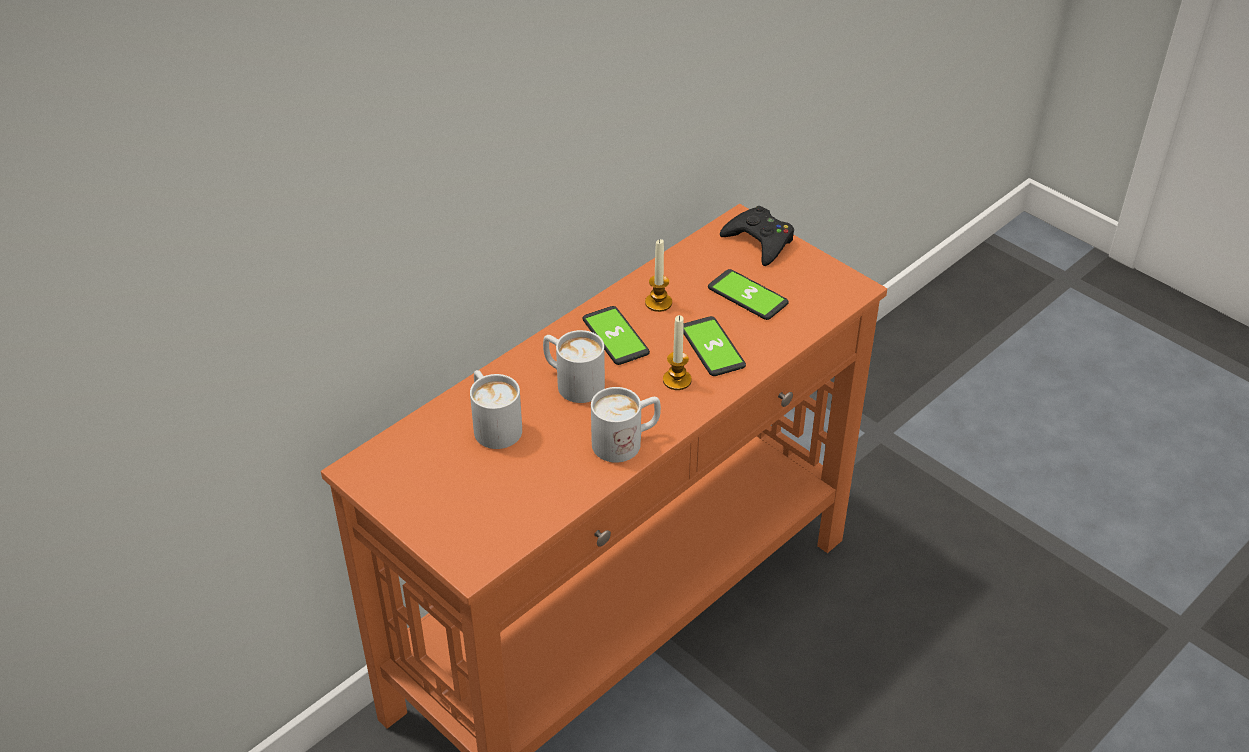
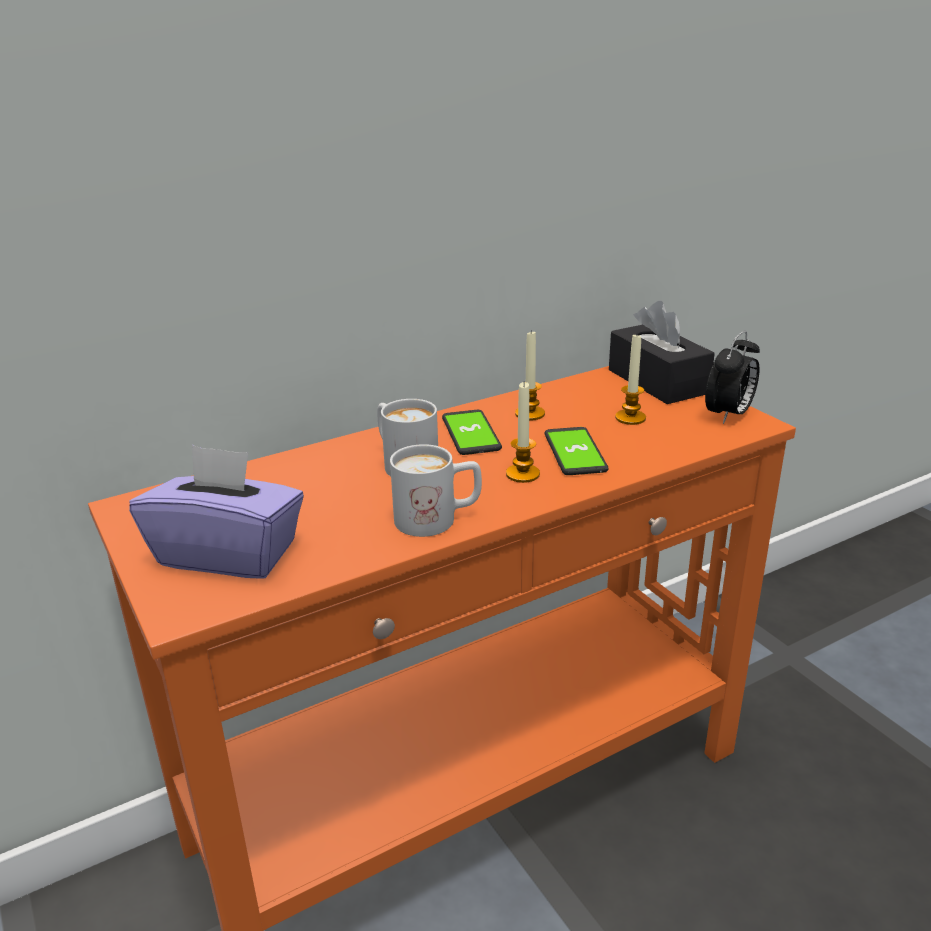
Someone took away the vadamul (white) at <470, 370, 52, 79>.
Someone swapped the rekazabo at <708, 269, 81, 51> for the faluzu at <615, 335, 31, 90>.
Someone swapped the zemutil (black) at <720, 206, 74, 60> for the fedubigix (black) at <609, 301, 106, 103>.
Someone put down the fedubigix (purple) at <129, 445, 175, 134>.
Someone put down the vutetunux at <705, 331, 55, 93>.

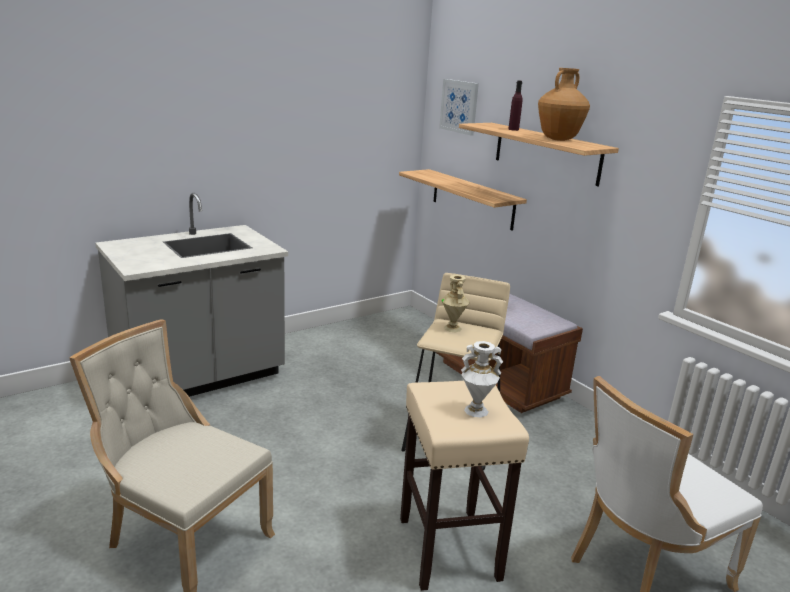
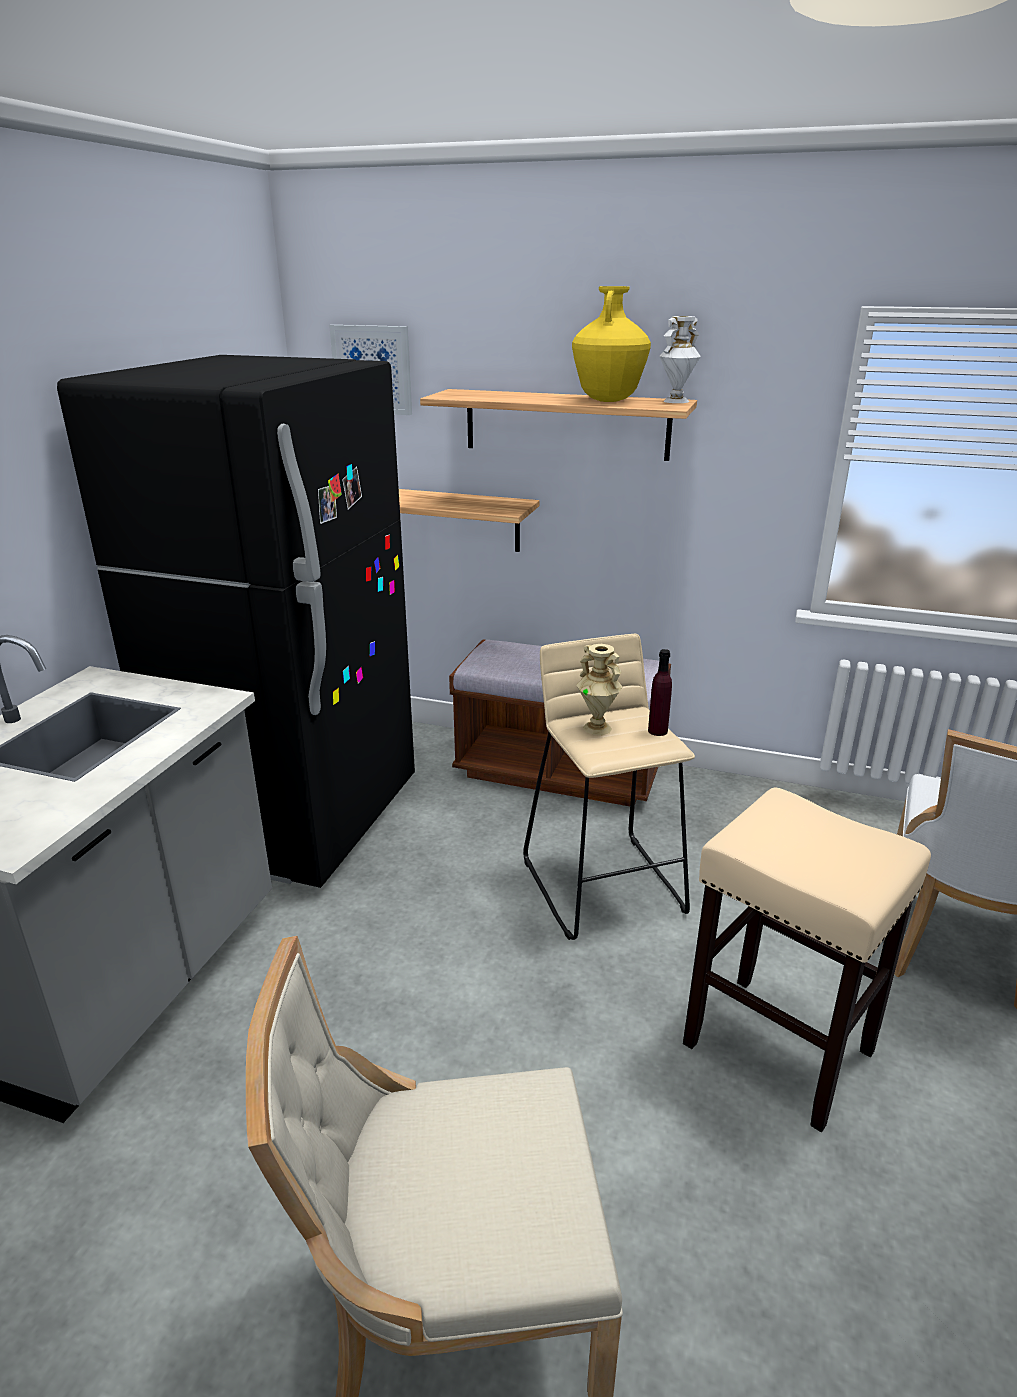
Someone carried the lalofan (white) from <461, 341, 42, 76> to <659, 316, 42, 87>.
Someone carried the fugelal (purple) from <508, 80, 15, 51> to <648, 649, 24, 87>.
Someone repainted the lalofan (brown) at <538, 68, 52, 73>, which became the lalofan (yellow) at <572, 286, 79, 116>.
Someone put down the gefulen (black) at <57, 355, 358, 533>.

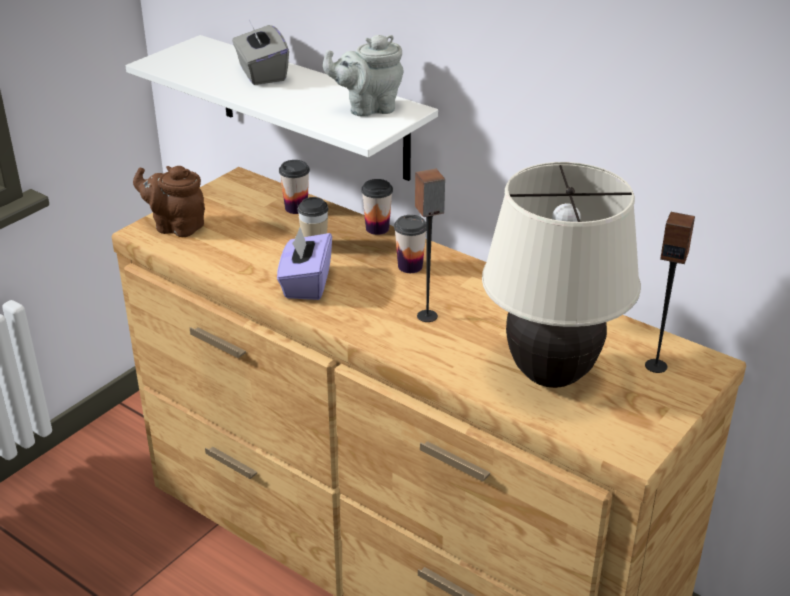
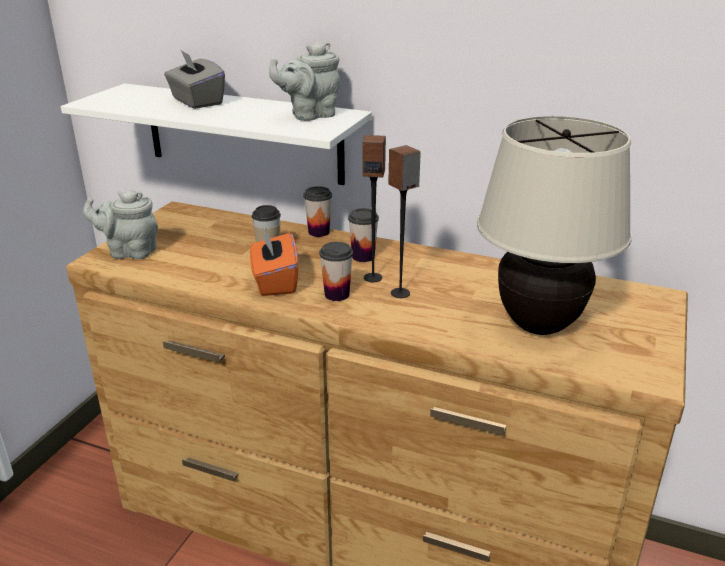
Someone repainted the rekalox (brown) at <133, 166, 72, 71>, which became the rekalox (grey) at <83, 190, 75, 70>.
Someone repainted the fedubigix (purple) at <277, 227, 55, 73>, which became the fedubigix (orange) at <250, 228, 48, 68>.
Someone carried the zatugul from <279, 160, 31, 54> to <319, 242, 34, 59>.
Someone carried the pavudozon from <645, 212, 50, 161> to <362, 135, 24, 147>.

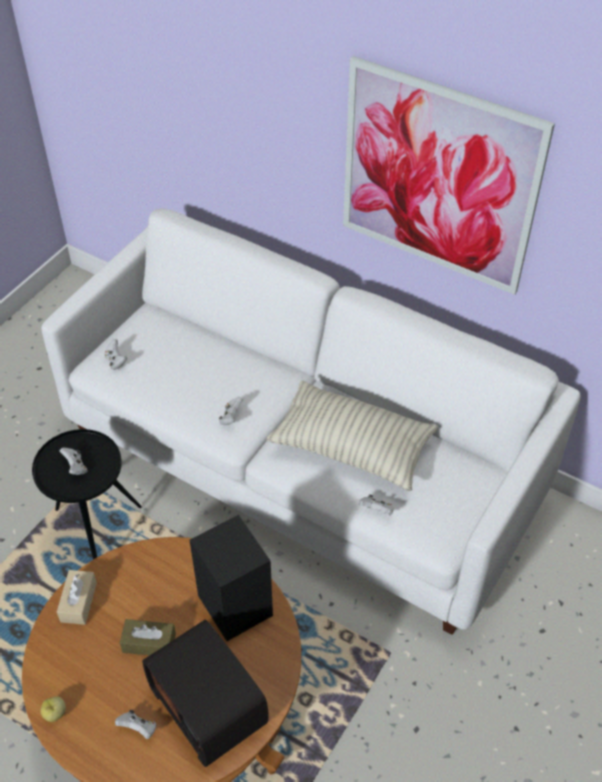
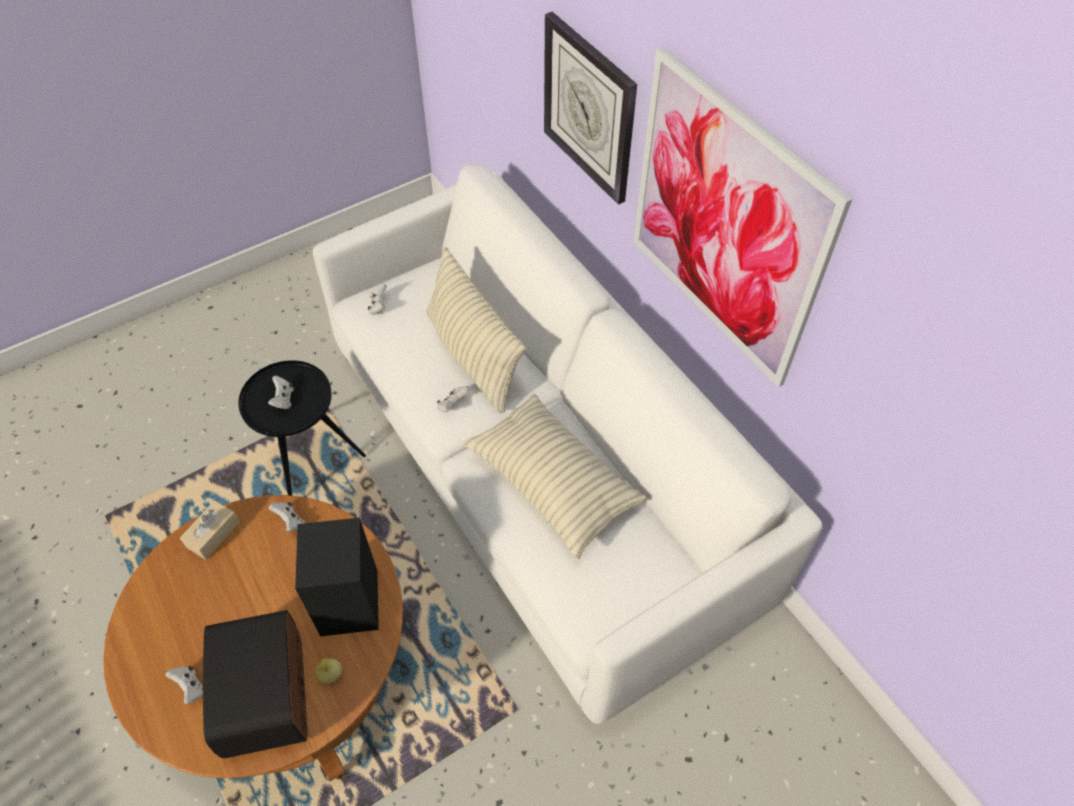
Someone carried the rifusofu from <41, 696, 25, 26> to <315, 658, 27, 26>.
Someone took away the fedubigix (brown) at <120, 619, 56, 37>.
Someone carried the zemutil (white) from <359, 494, 35, 21> to <269, 502, 36, 30>.
Someone put down the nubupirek at <426, 247, 100, 166>.
Someone put up the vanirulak at <544, 12, 93, 193>.

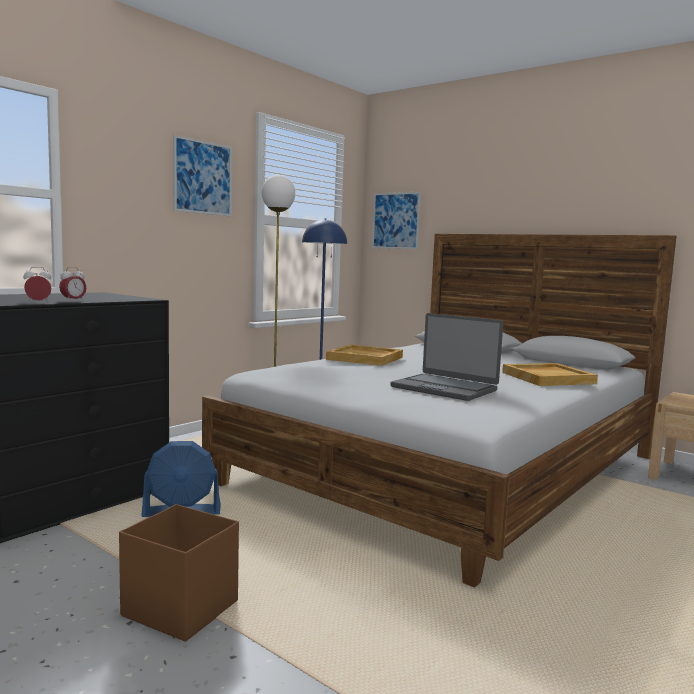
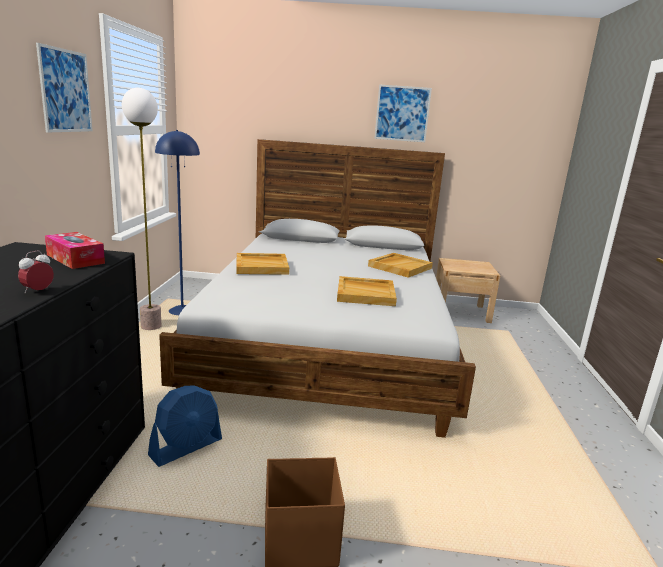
Someone took away the vutetunux at <59, 267, 28, 35>.
Someone carried the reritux from <372, 192, 49, 57> to <374, 84, 58, 58>.
Someone swapped the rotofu at <391, 313, 112, 88> for the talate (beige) at <337, 276, 60, 30>.
Someone put down the fedubigix at <45, 232, 60, 37>.

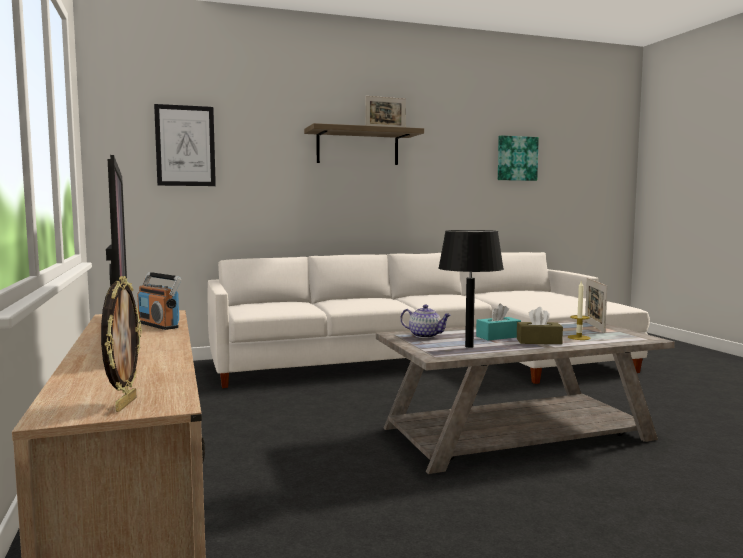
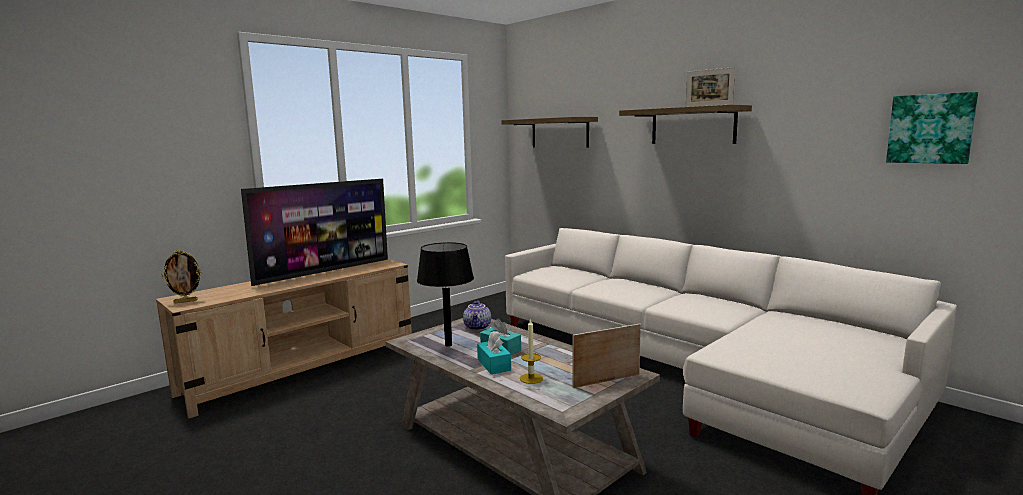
Someone took away the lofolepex at <137, 272, 45, 58>.
Someone swapped the reritux at <154, 104, 62, 82> for the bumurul at <501, 117, 97, 31>.
Someone repainted the fedubigix (brown) at <517, 307, 46, 37>, which became the fedubigix (turquoise) at <477, 332, 34, 42>.

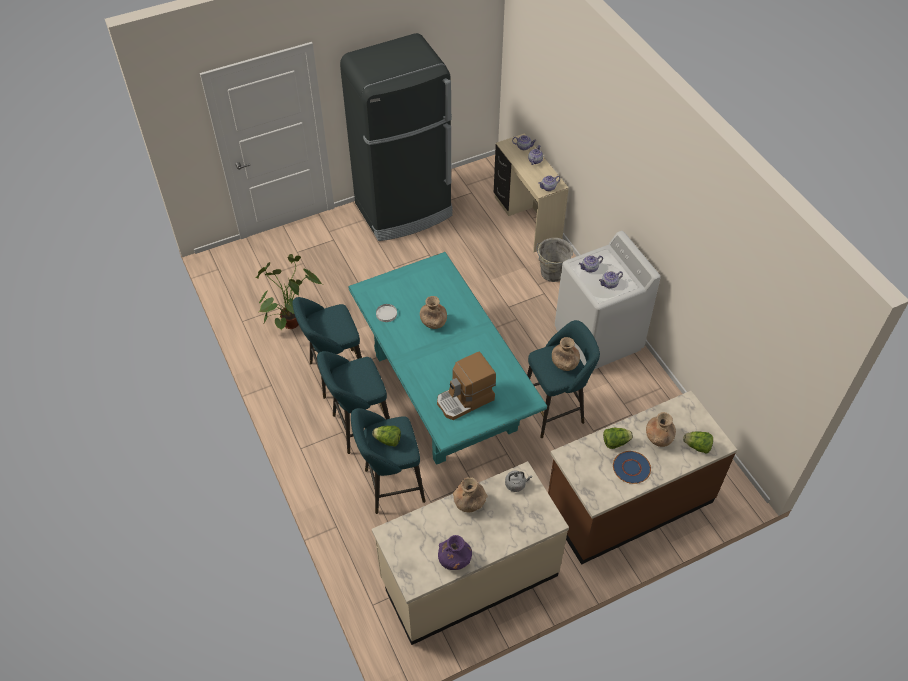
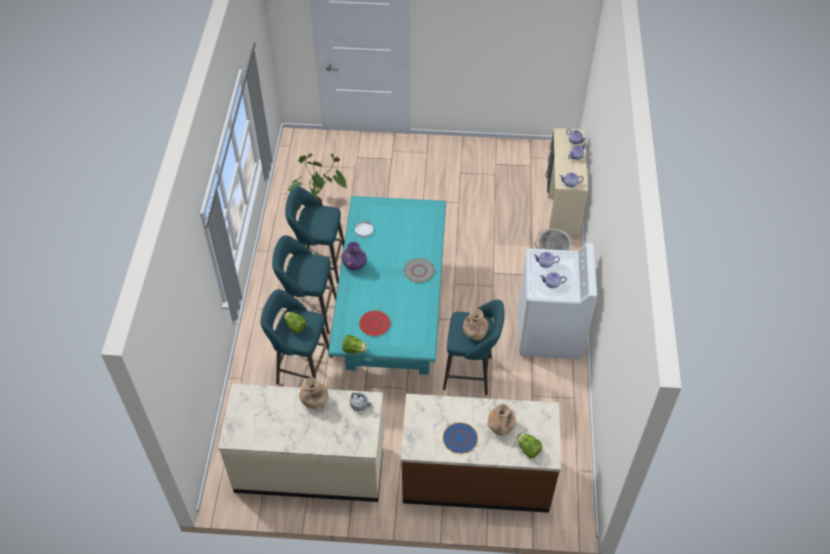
Someone took away the gefulen (black) at <340, 33, 112, 208>.
Someone took away the lalofan (brown) at <420, 296, 27, 33>.
Someone swapped the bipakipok at <437, 352, 59, 68> for the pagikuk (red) at <359, 310, 32, 26>.
Someone carried the lalofan (purple) from <438, 535, 34, 35> to <341, 242, 26, 28>.
Someone carried the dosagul from <603, 428, 30, 21> to <342, 335, 25, 19>.
Someone put down the pagikuk (grey) at <404, 258, 30, 24>.

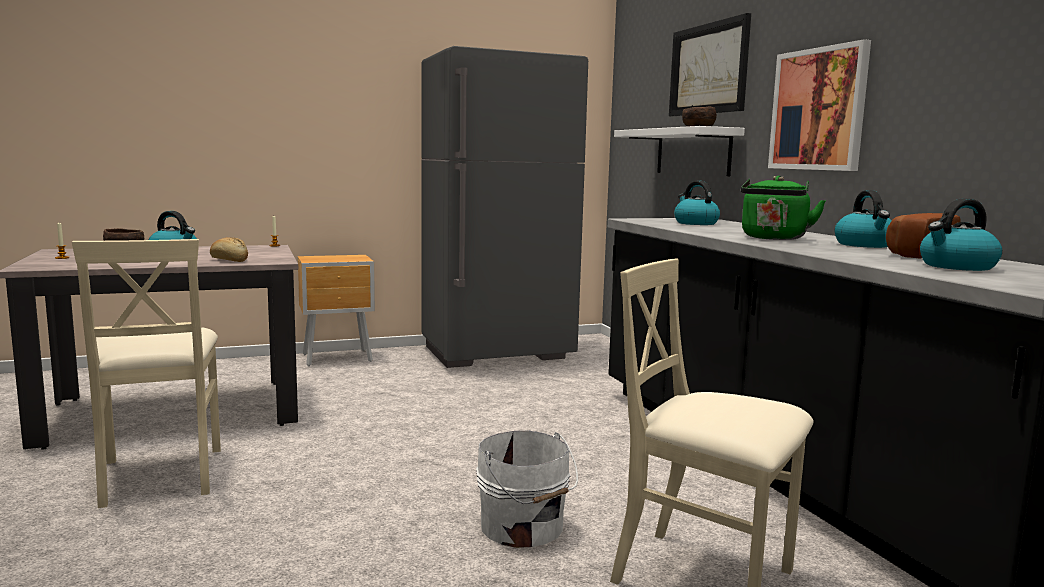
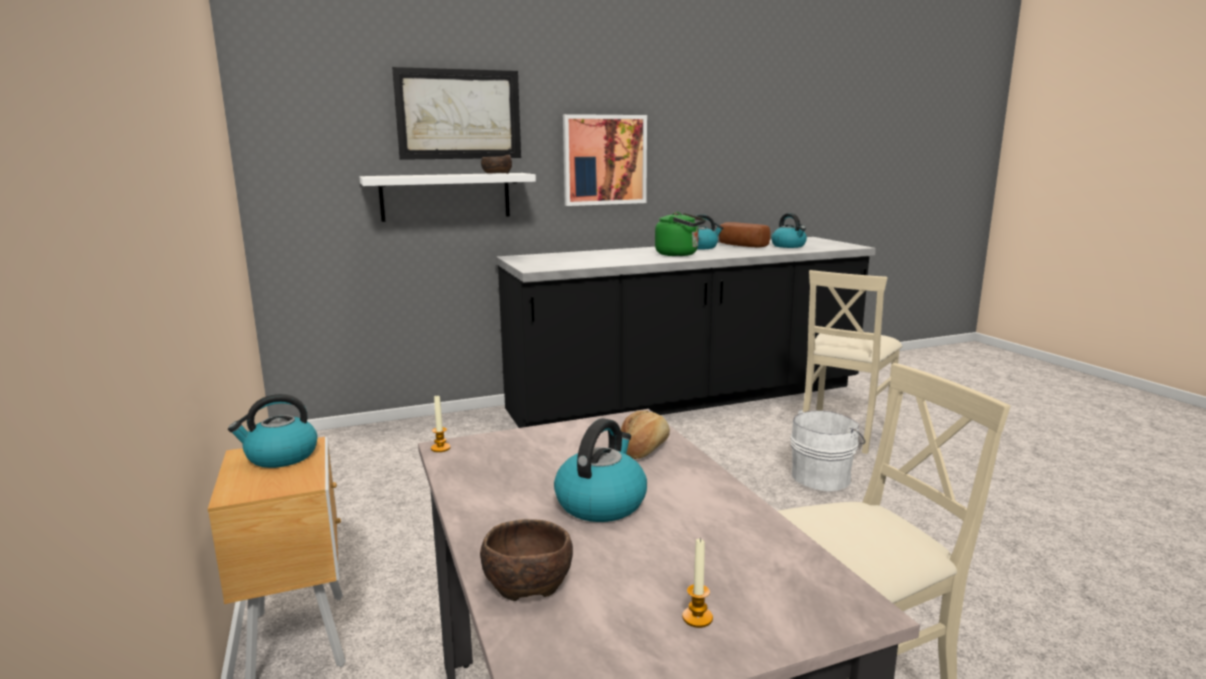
Someone took away the gefulen (grey) at <421, 46, 167, 322>.
Someone carried the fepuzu from <674, 181, 46, 44> to <228, 394, 90, 74>.

